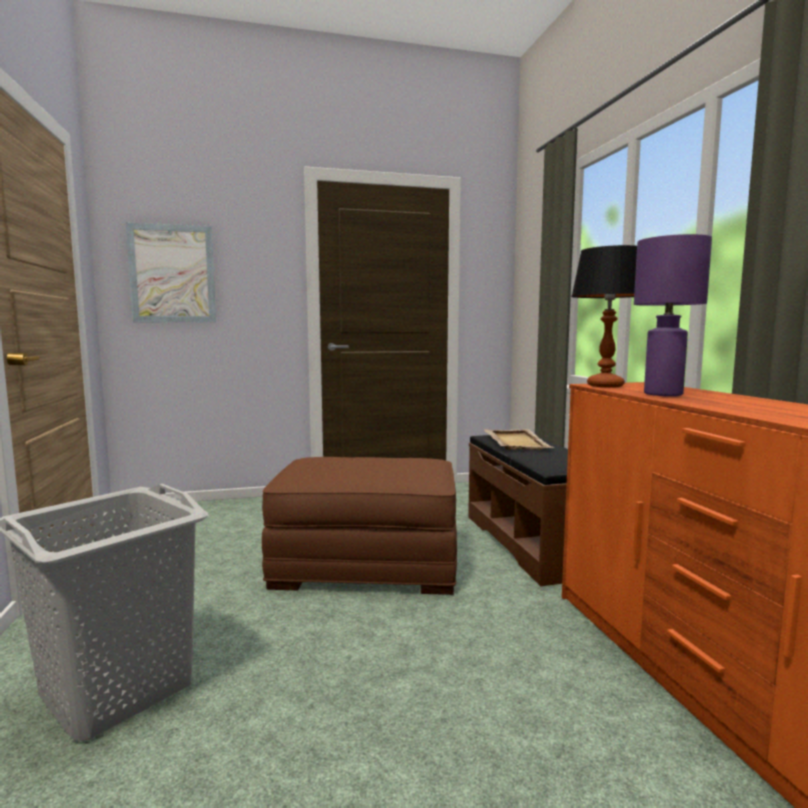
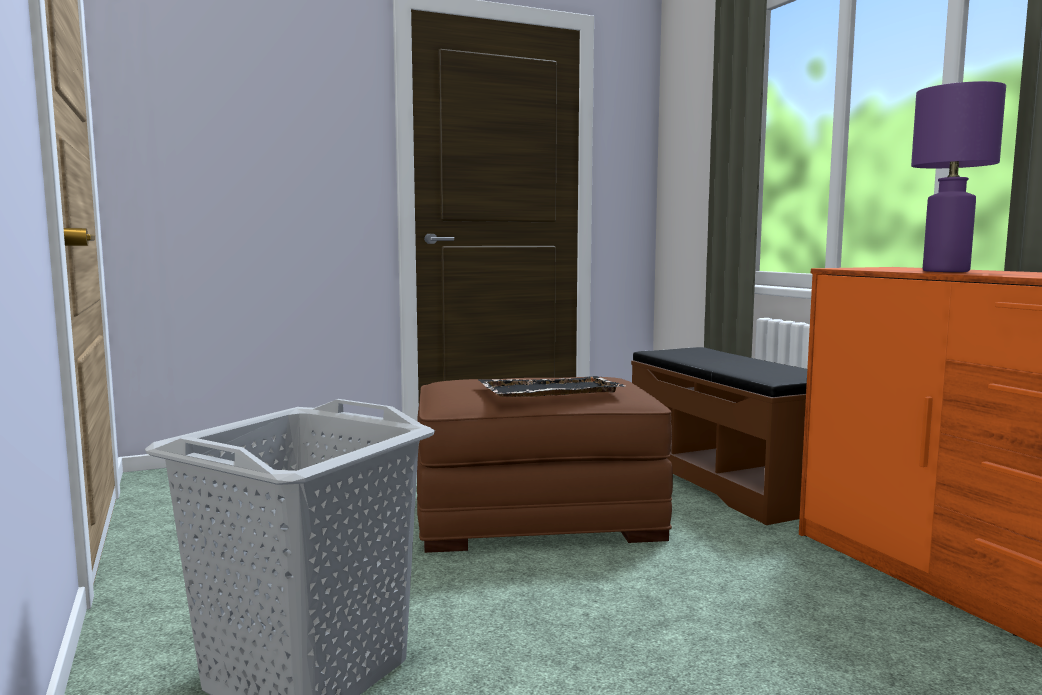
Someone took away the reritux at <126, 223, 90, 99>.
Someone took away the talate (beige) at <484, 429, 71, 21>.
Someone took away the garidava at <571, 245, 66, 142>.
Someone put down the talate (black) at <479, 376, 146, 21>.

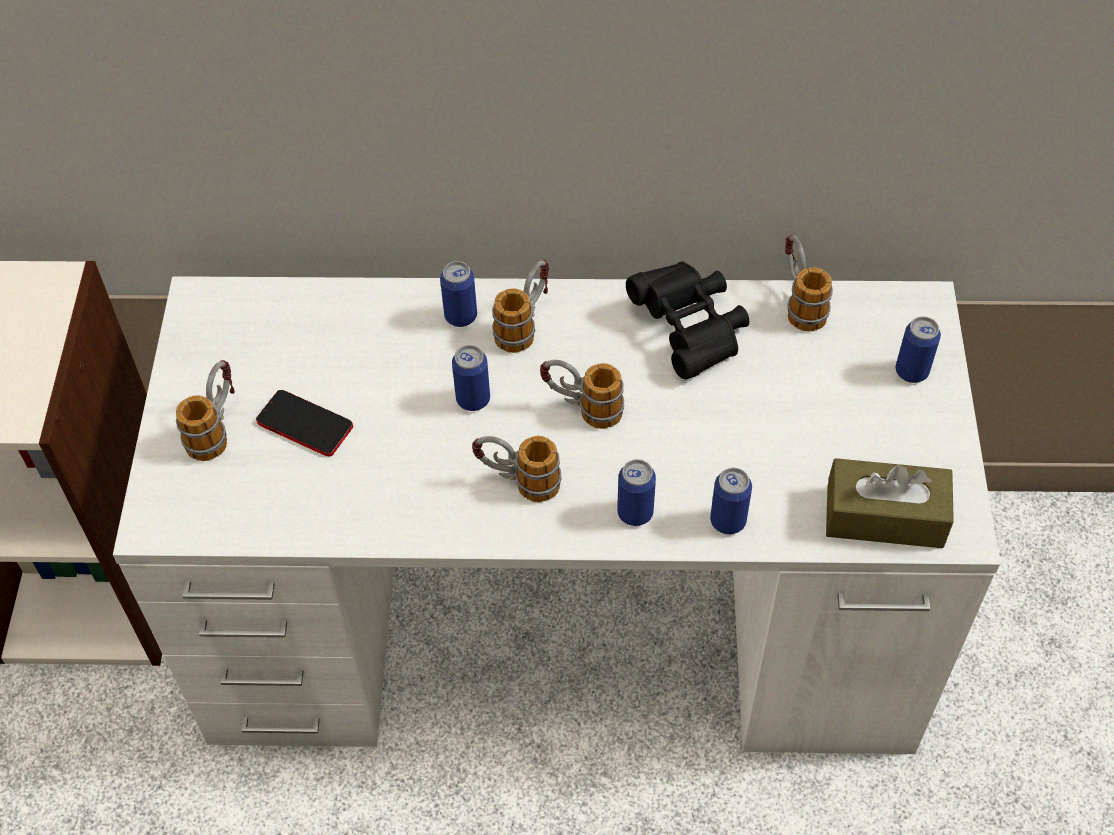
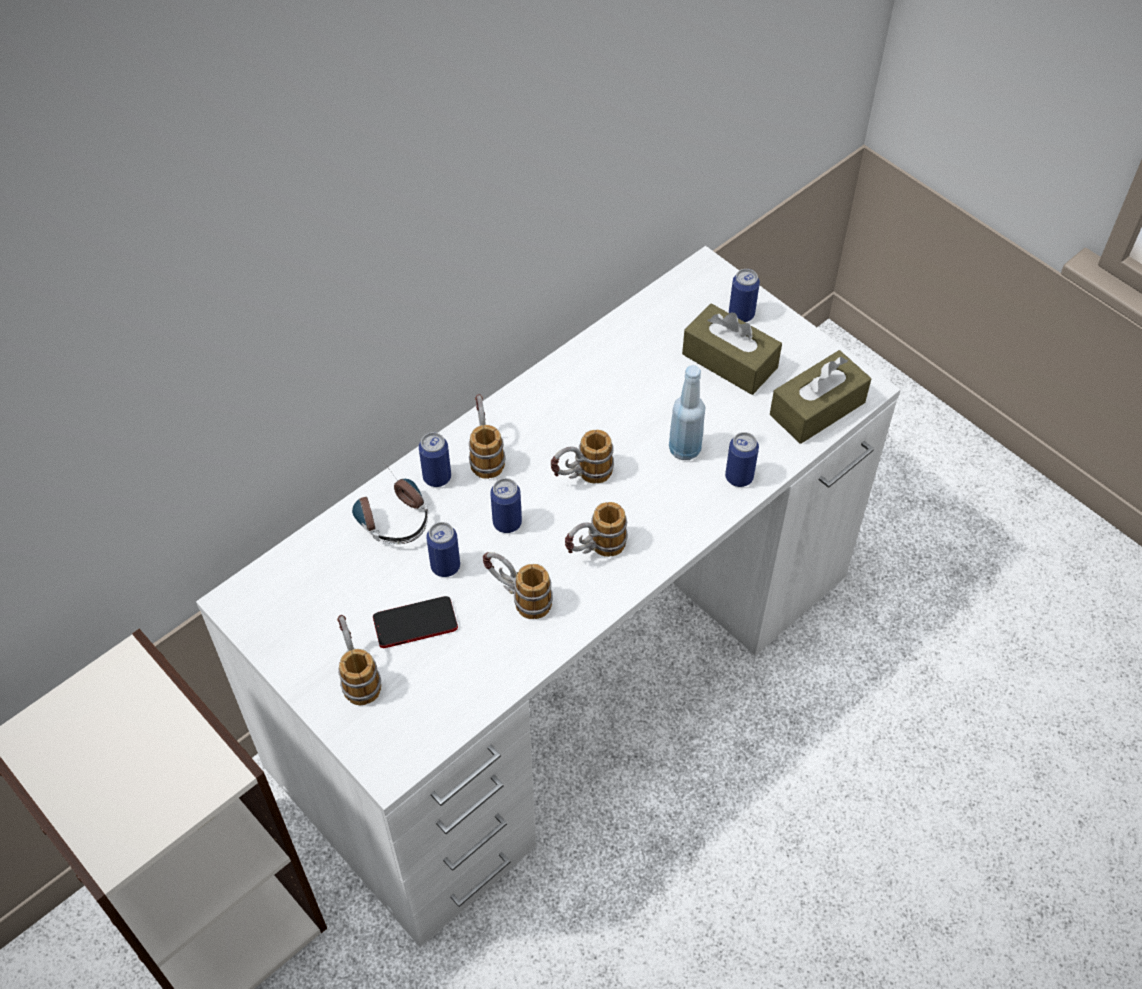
Someone carried the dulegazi from <617, 459, 39, 67> to <426, 522, 34, 55>.
Someone took away the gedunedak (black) at <626, 262, 123, 118>.
Someone carried the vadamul from <785, 235, 48, 97> to <483, 552, 70, 67>.
Someone put down the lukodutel at <352, 464, 76, 81>.
Someone put down the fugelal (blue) at <669, 365, 36, 95>.
Someone put down the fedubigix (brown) at <682, 303, 100, 92>.

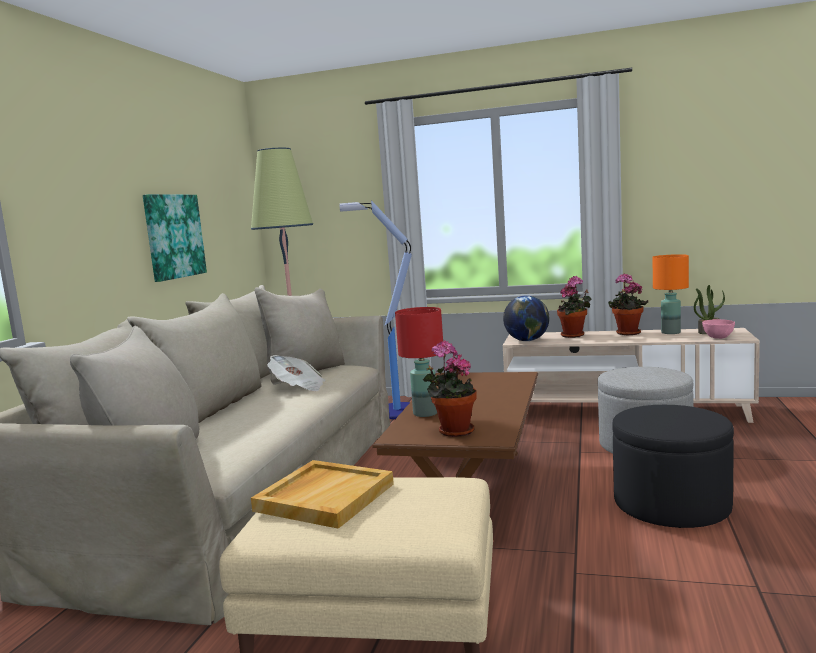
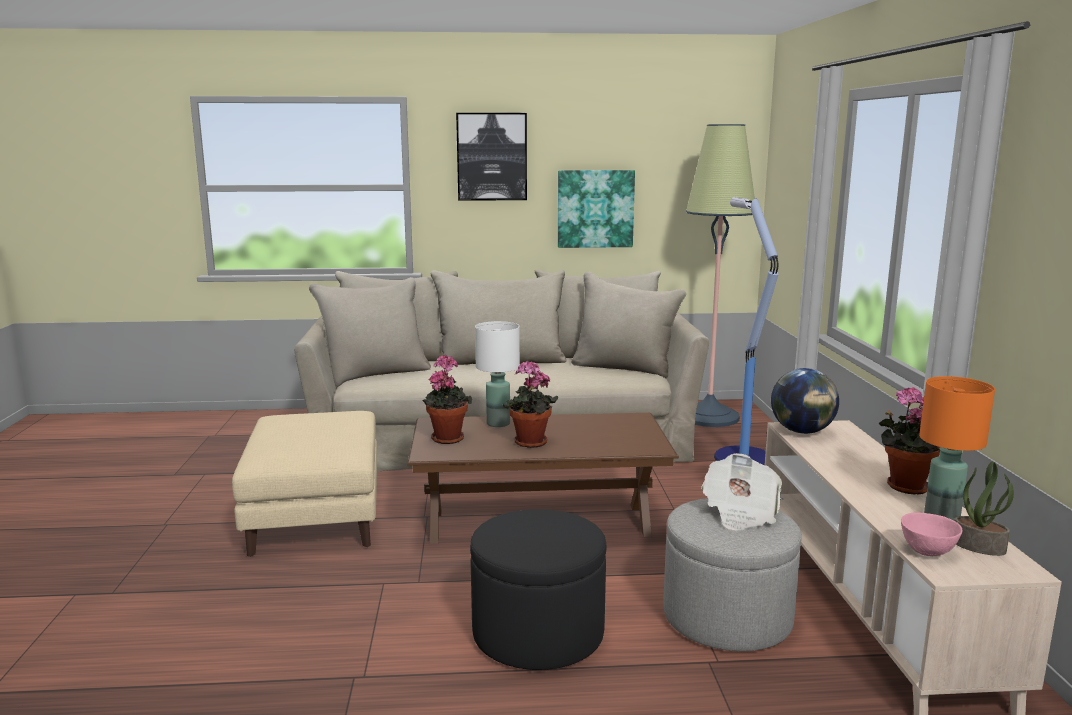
Someone took away the talate (beige) at <251, 460, 143, 69>.
Someone carried the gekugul from <267, 355, 59, 37> to <701, 453, 81, 77>.
Someone repainted the garidava (red) at <395, 307, 48, 110>, which became the garidava (white) at <475, 321, 45, 106>.
Someone carried the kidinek from <557, 276, 34, 62> to <503, 361, 55, 87>.
Someone put up the reritux at <456, 113, 71, 88>.

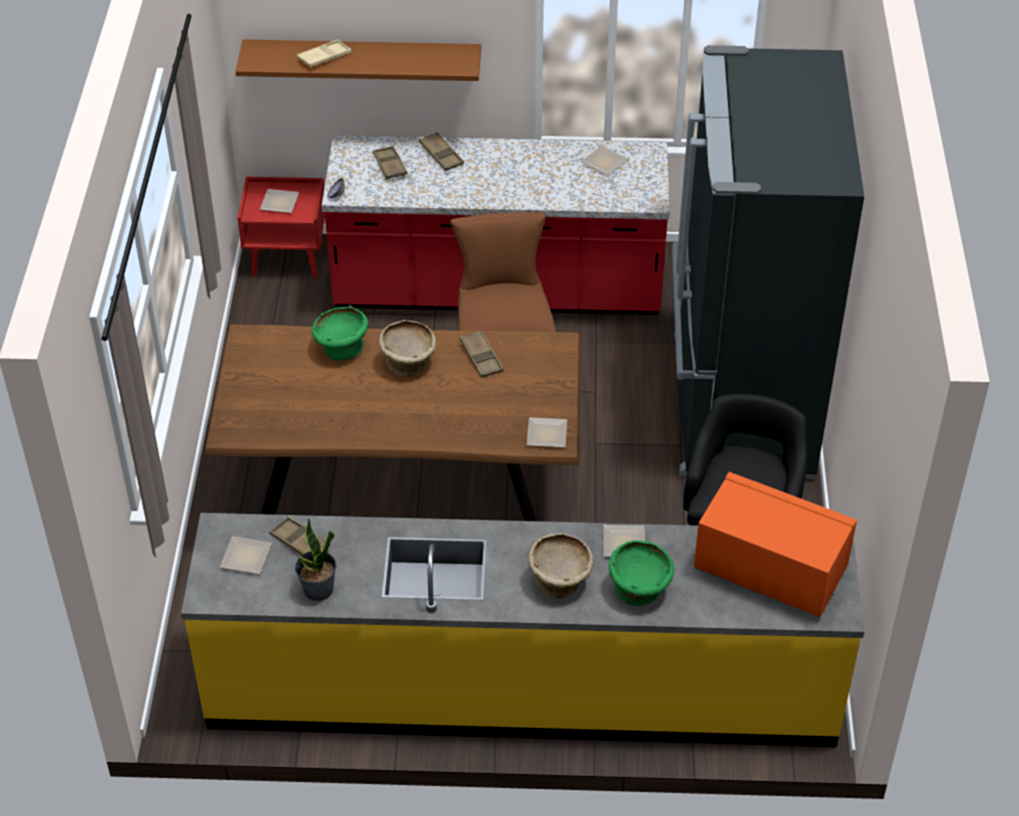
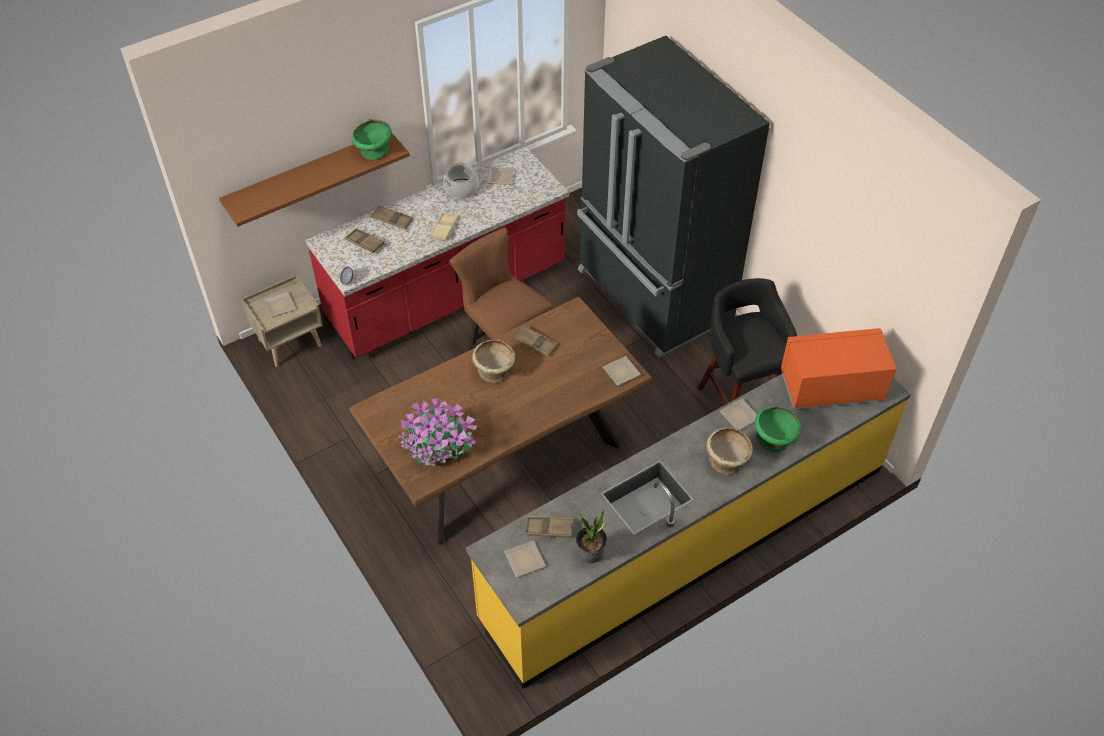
Someone repainted the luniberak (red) at <237, 177, 88, 101>, which became the luniberak (beige) at <240, 274, 83, 93>.
Someone carried the talate (beige) from <297, 40, 55, 28> to <430, 212, 28, 28>.
Someone carried the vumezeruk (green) from <312, 306, 56, 55> to <352, 119, 40, 41>.
Someone put down the kidinek at <398, 398, 79, 68>.
Someone put down the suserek at <443, 163, 36, 36>.

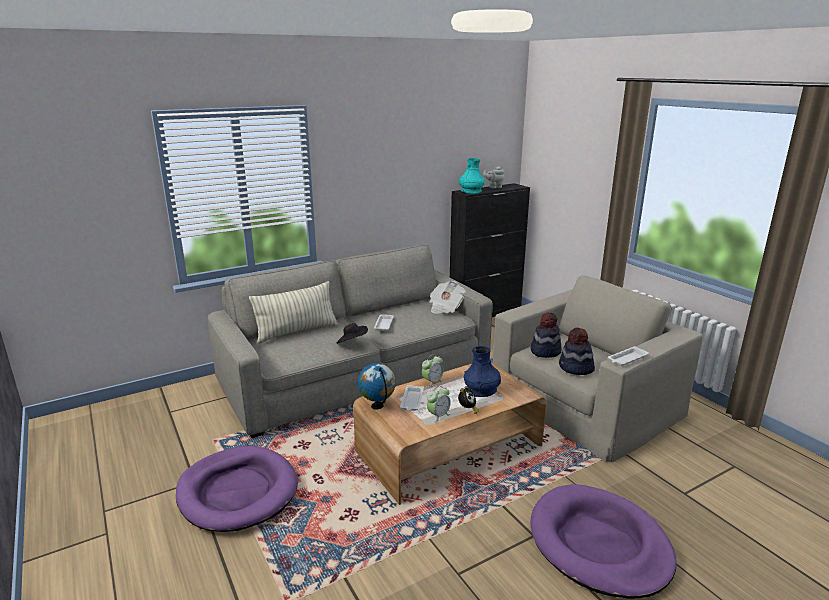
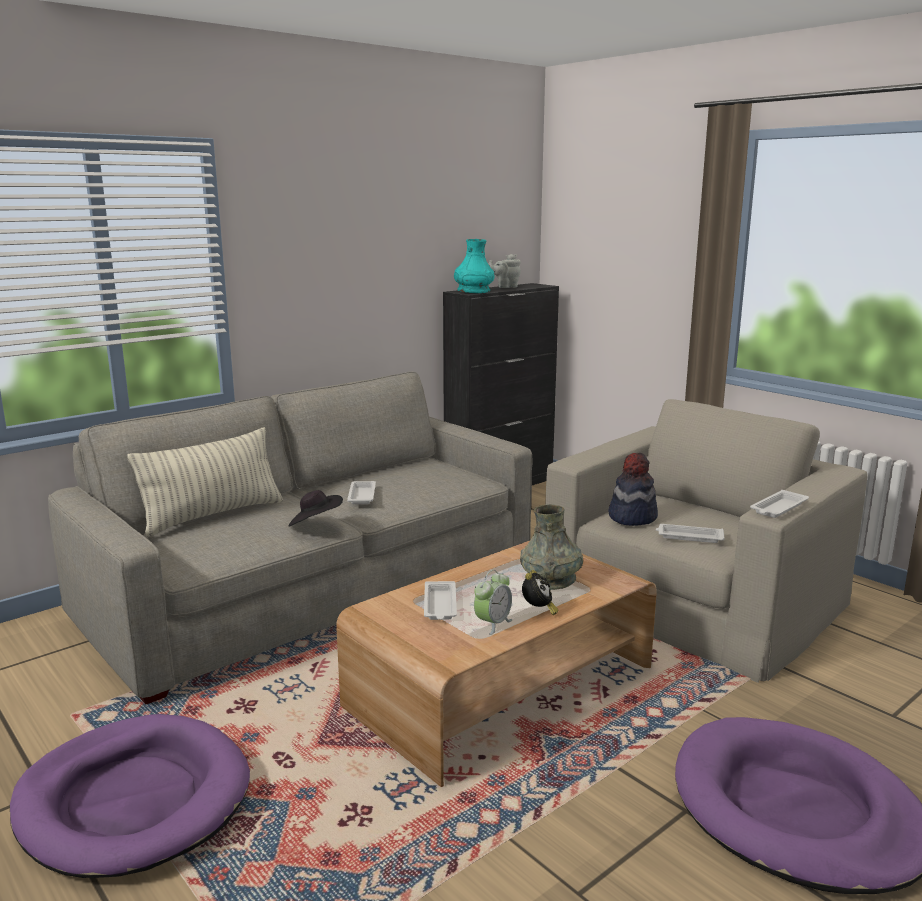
Someone took away the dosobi at <358, 363, 38, 47>.
Someone took away the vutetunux at <422, 354, 22, 34>.
Someone took away the gekugul at <429, 281, 37, 33>.
Someone repainted the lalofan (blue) at <464, 346, 37, 51>, which became the lalofan (grey) at <520, 504, 63, 86>.
Someone swapped the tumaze at <559, 328, 36, 47> for the talate (white) at <656, 524, 69, 19>.

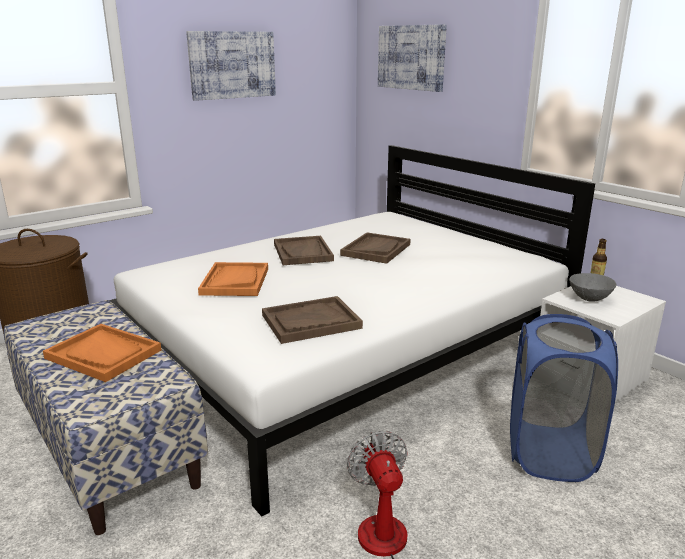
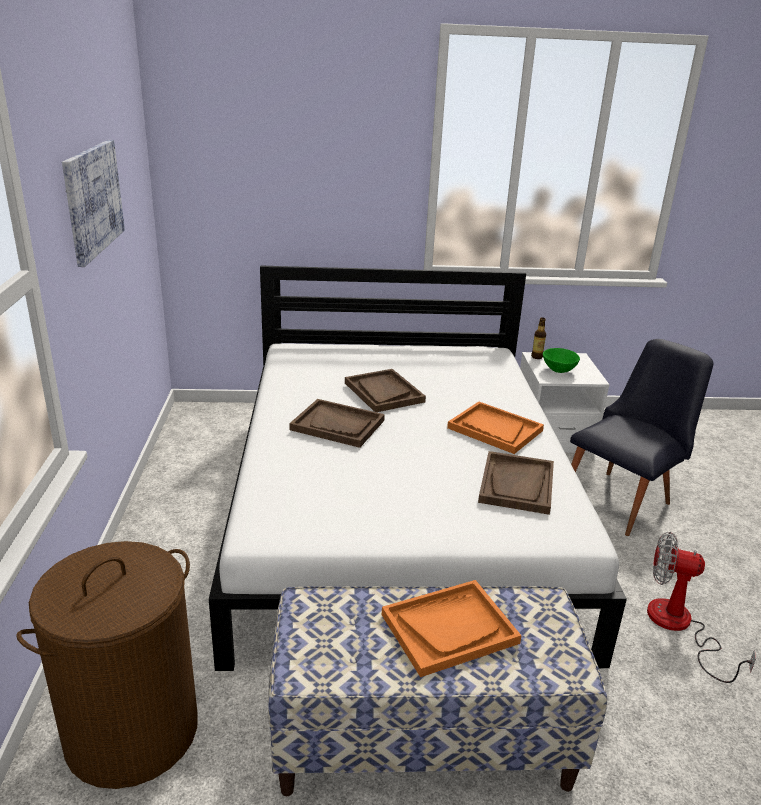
Someone carried the talate (orange) from <198, 262, 70, 34> to <447, 402, 97, 52>.
Someone took away the reritux at <378, 24, 69, 68>.
Someone swapped the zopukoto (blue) at <510, 314, 108, 168> for the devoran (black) at <570, 339, 144, 197>.
Someone repainted the vumezeruk (grey) at <569, 273, 48, 29>, which became the vumezeruk (green) at <543, 348, 37, 25>.

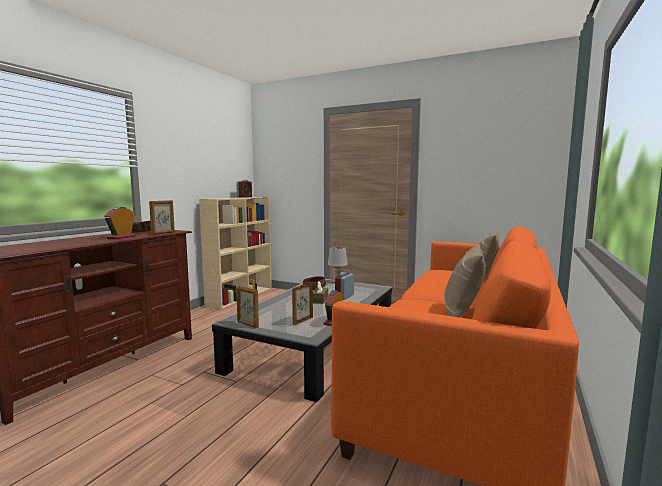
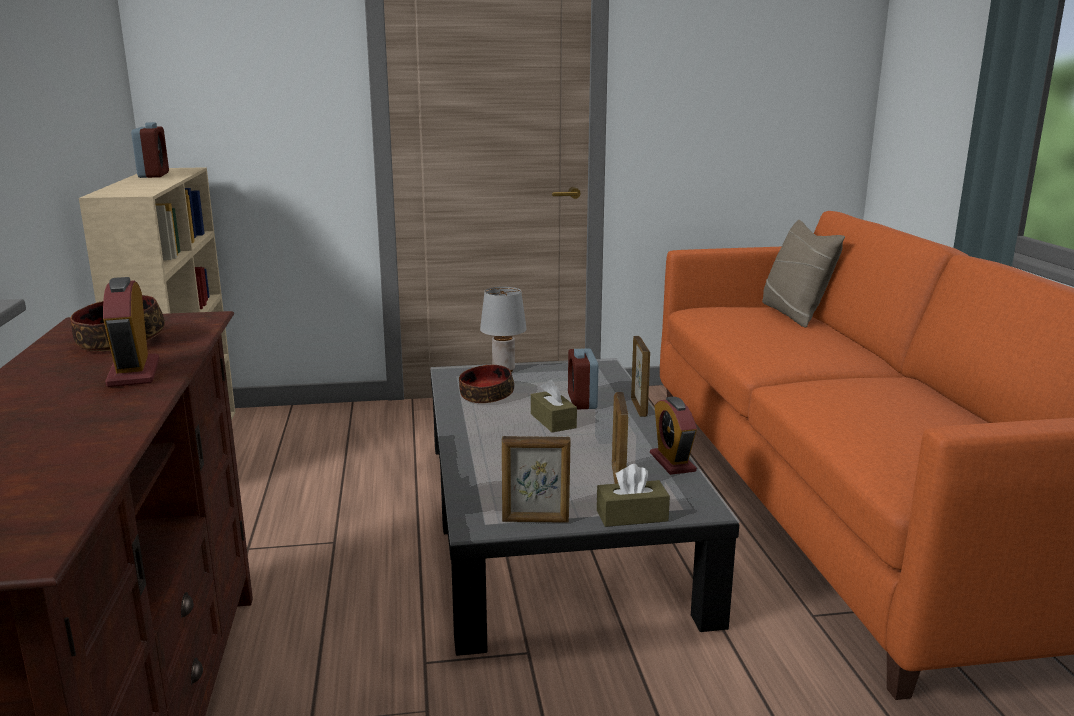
Someone carried the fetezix from <149, 200, 26, 35> to <631, 336, 19, 81>.
Someone took away the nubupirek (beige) at <444, 244, 42, 73>.
Someone put down the fedubigix (brown) at <597, 464, 73, 63>.

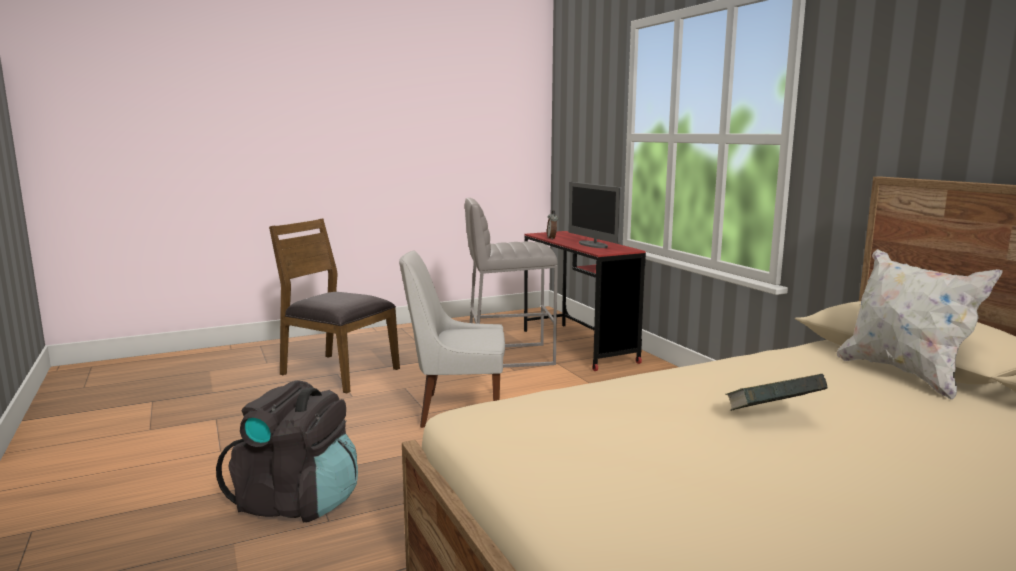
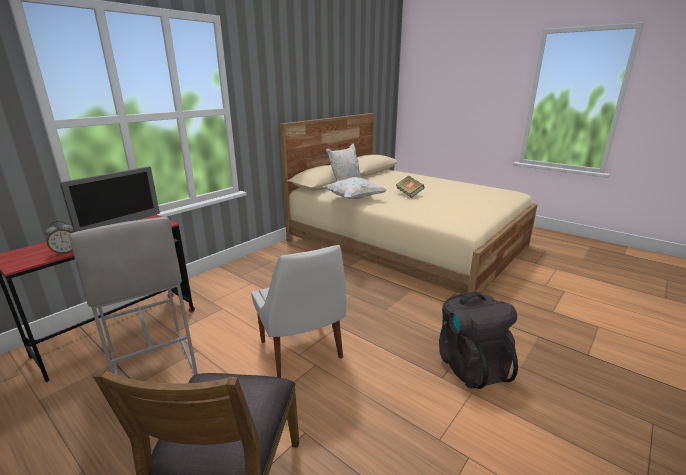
Someone put down the nubupirek (white) at <323, 177, 64, 22>.

